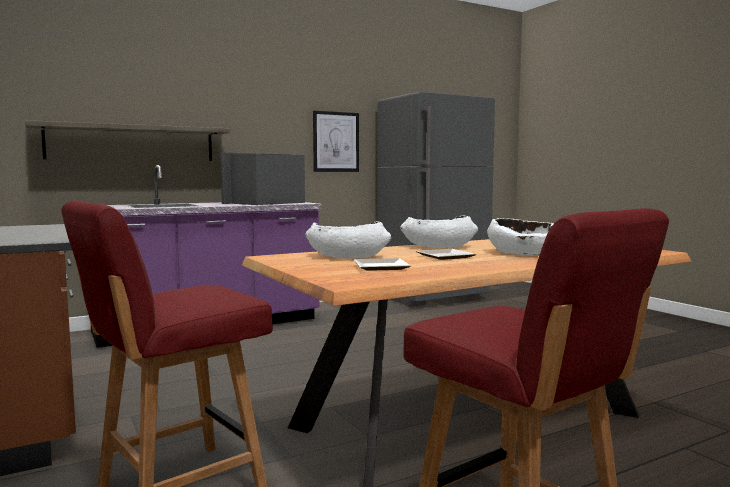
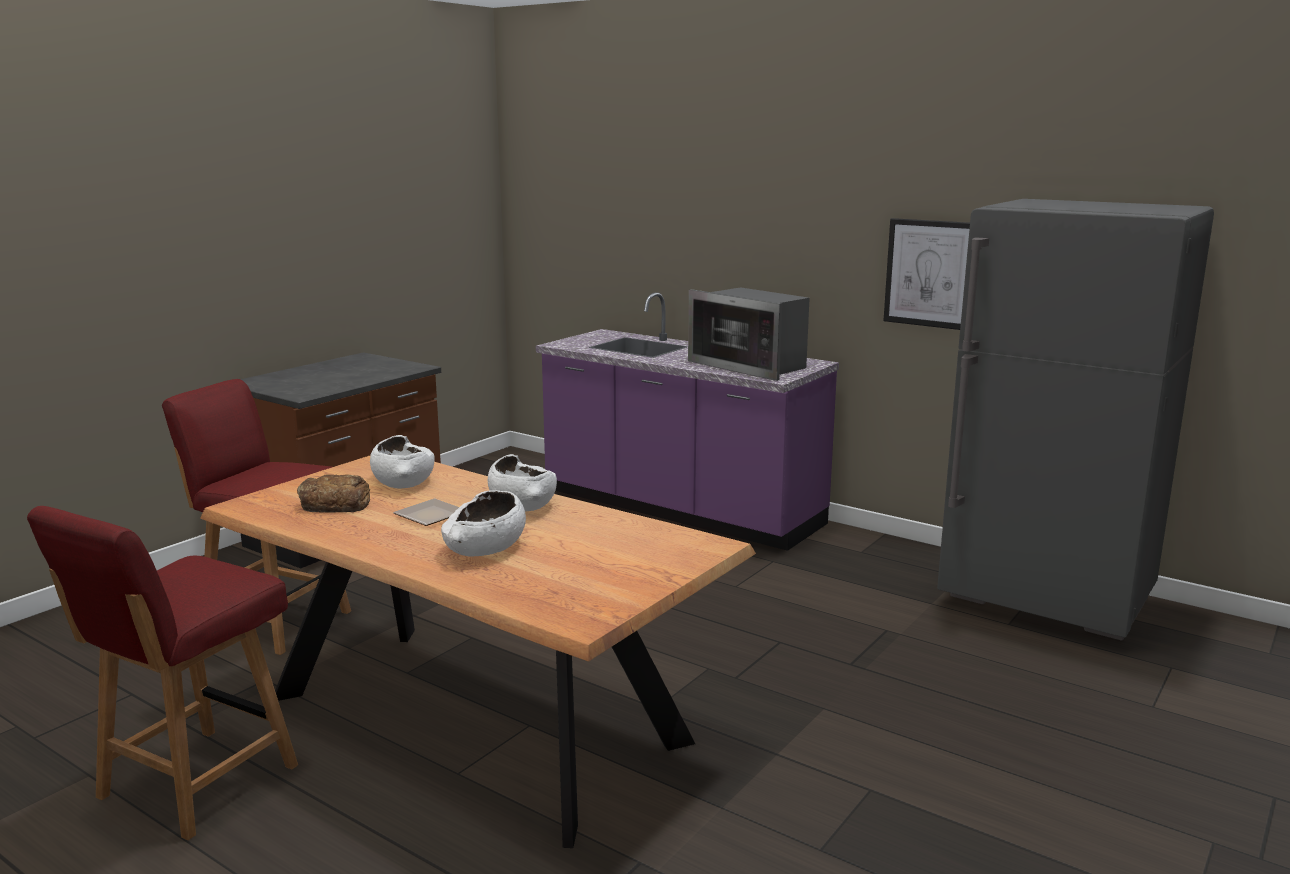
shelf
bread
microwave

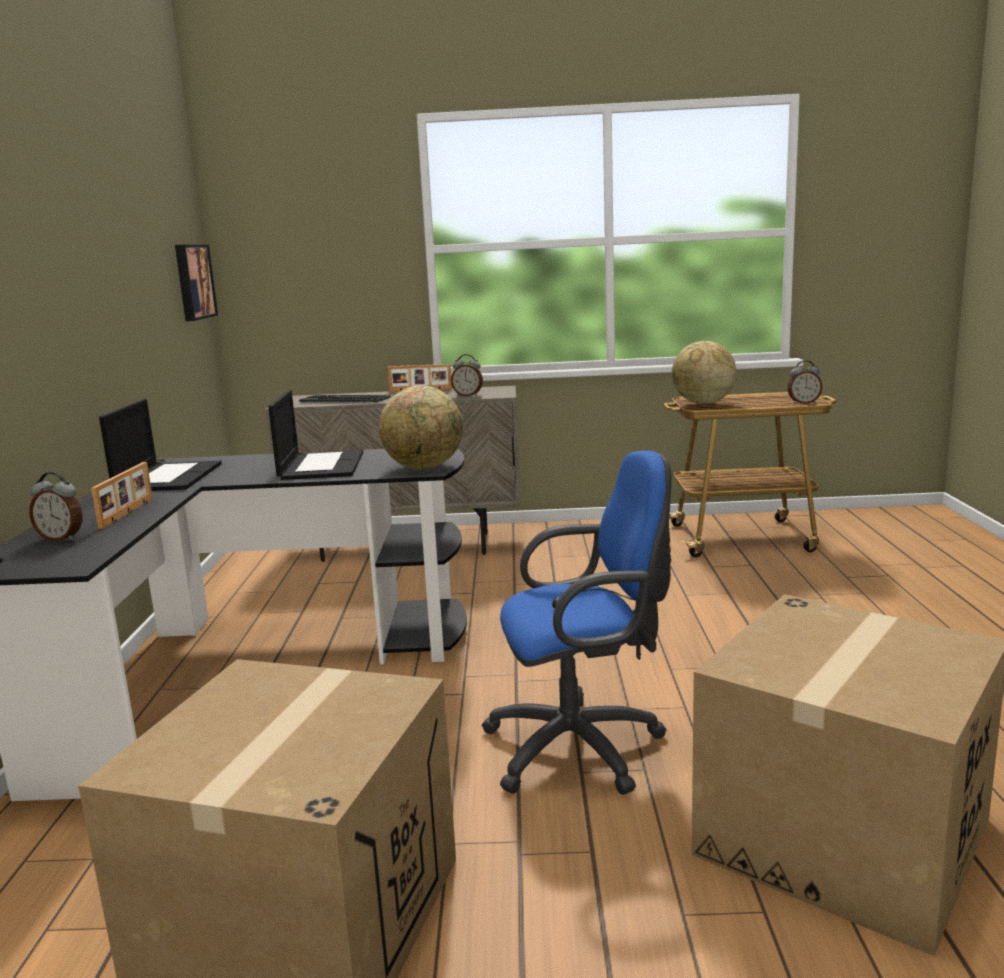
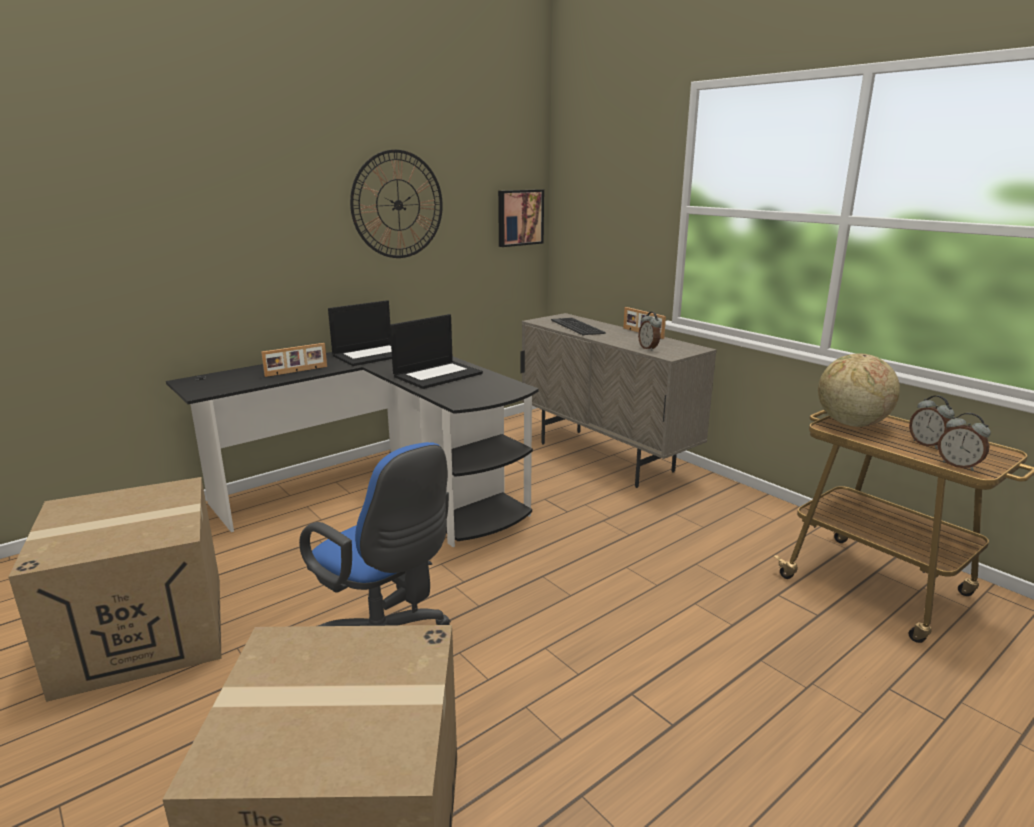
globe (1st from left in the first image)
wall clock
alarm clock (2nd from left)

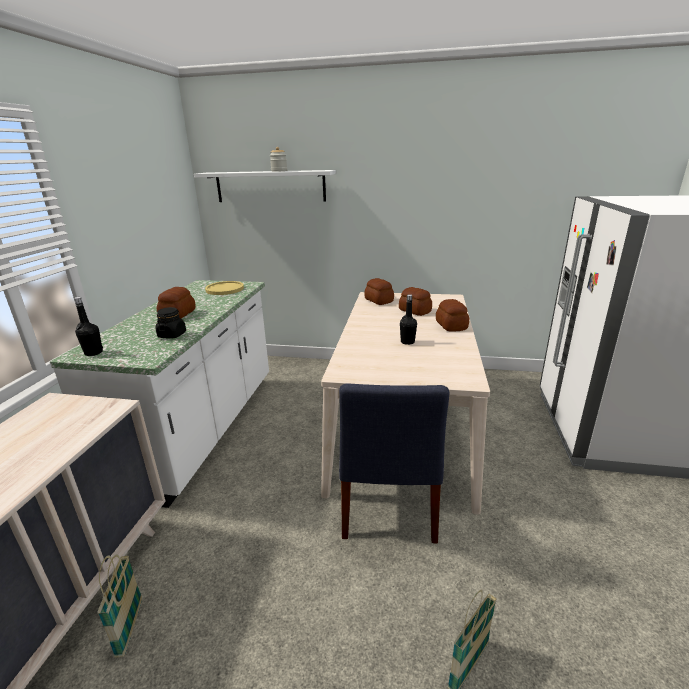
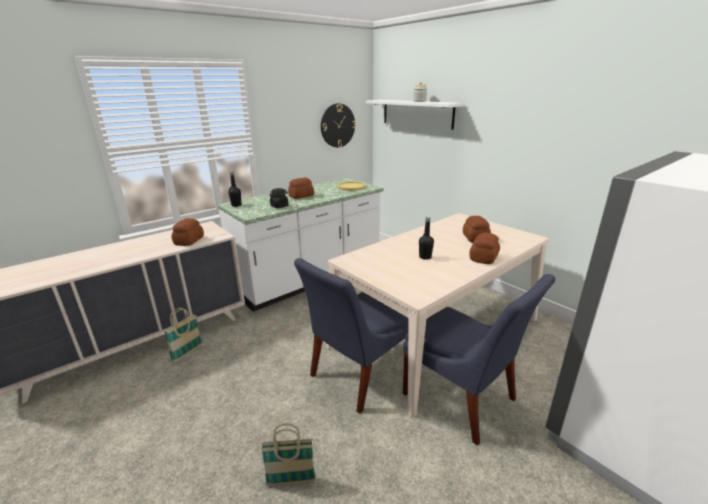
wall clock
blue chair (2nd from left)
bread (1st from left)

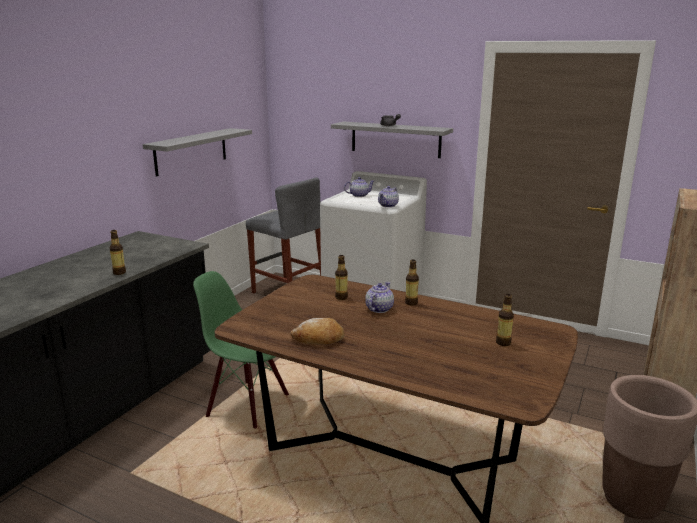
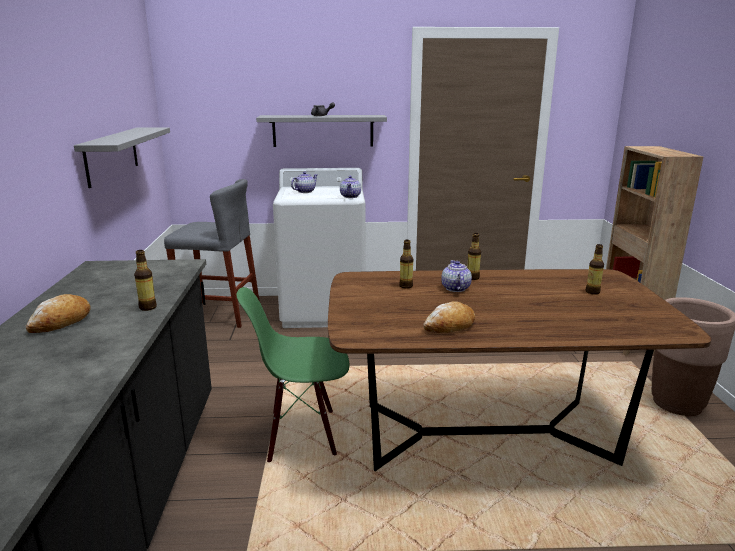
bread (1st from left)

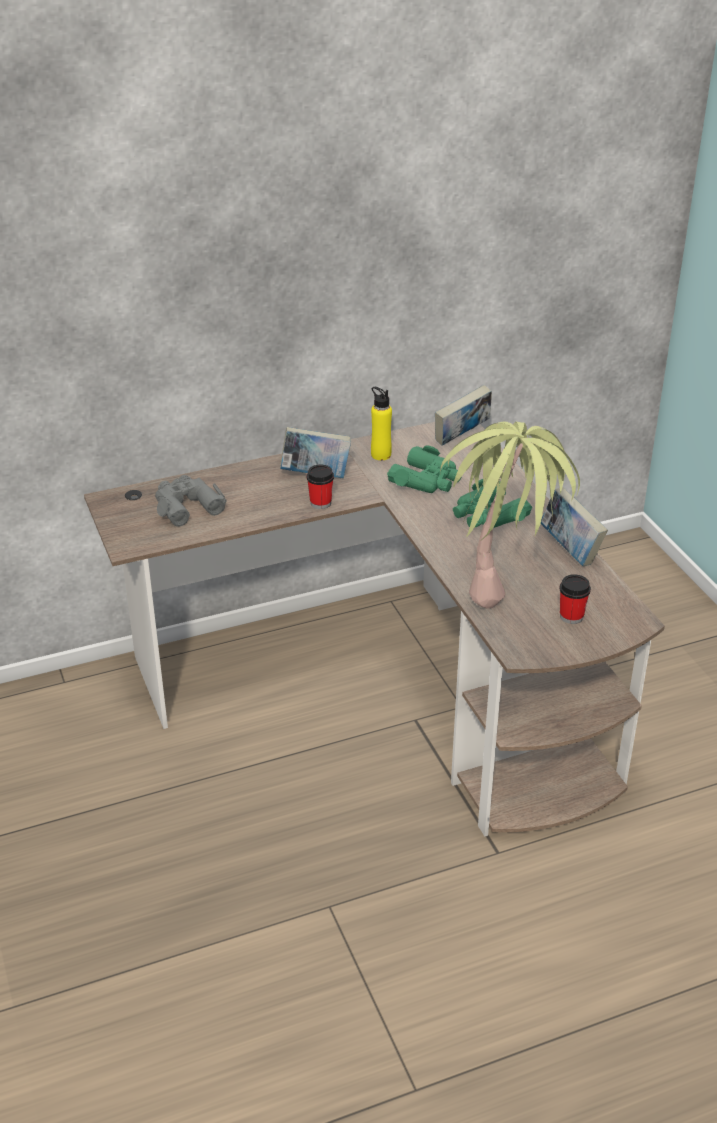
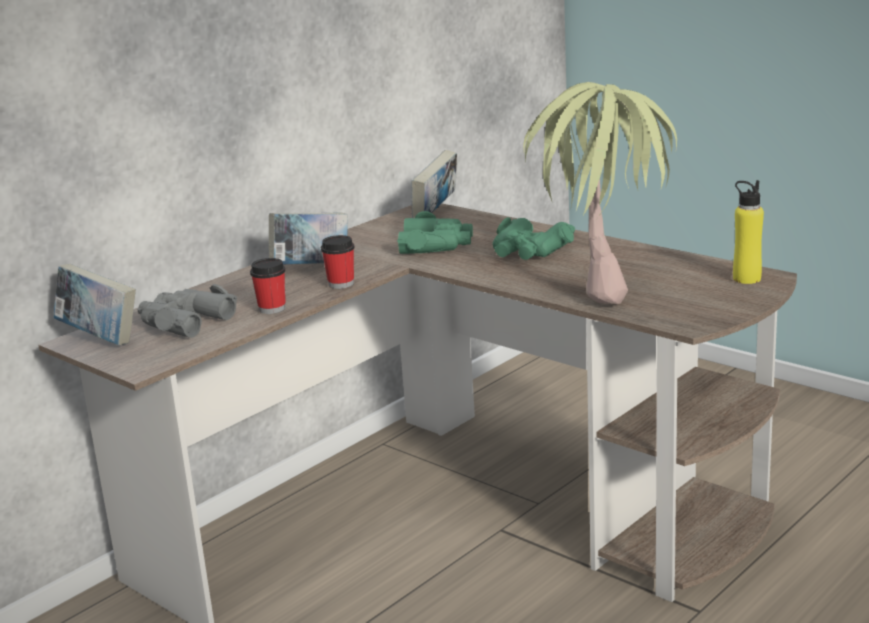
yellow bottle
book (1st from left)
cup (1st from left)

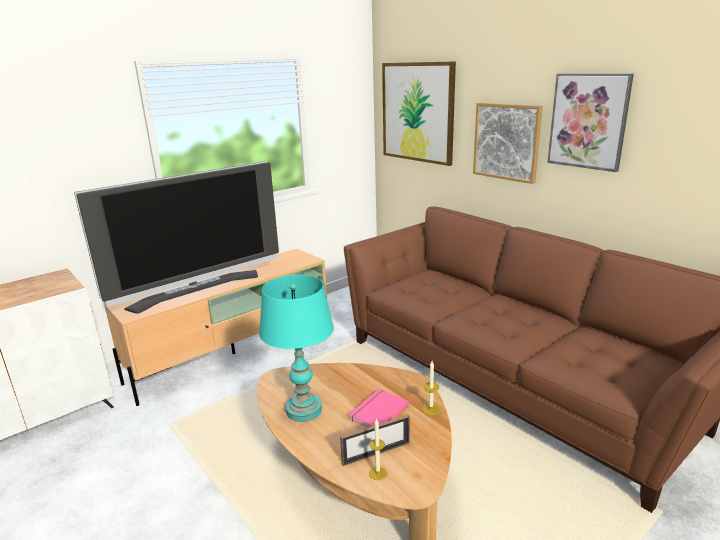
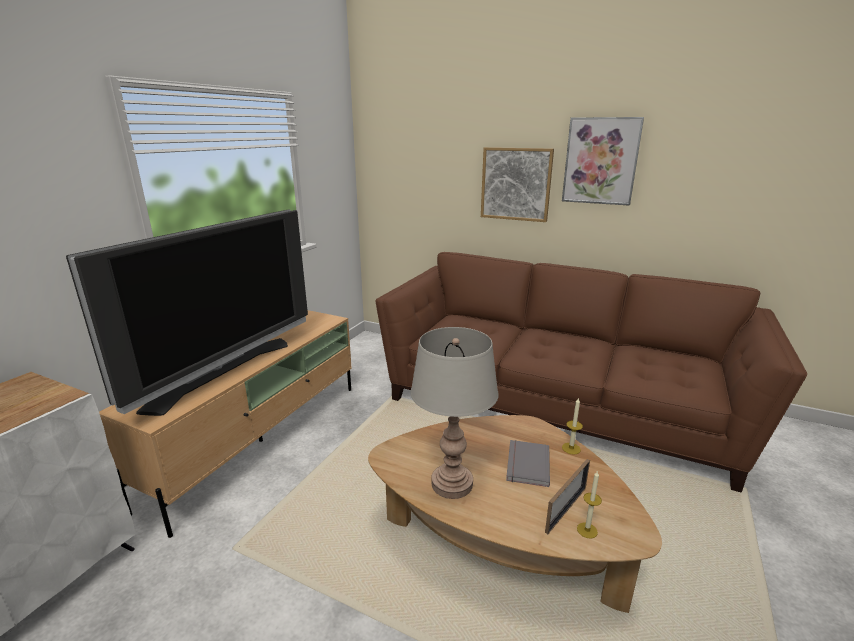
picture (1st from left in the first image)
grey table lamp
grey book

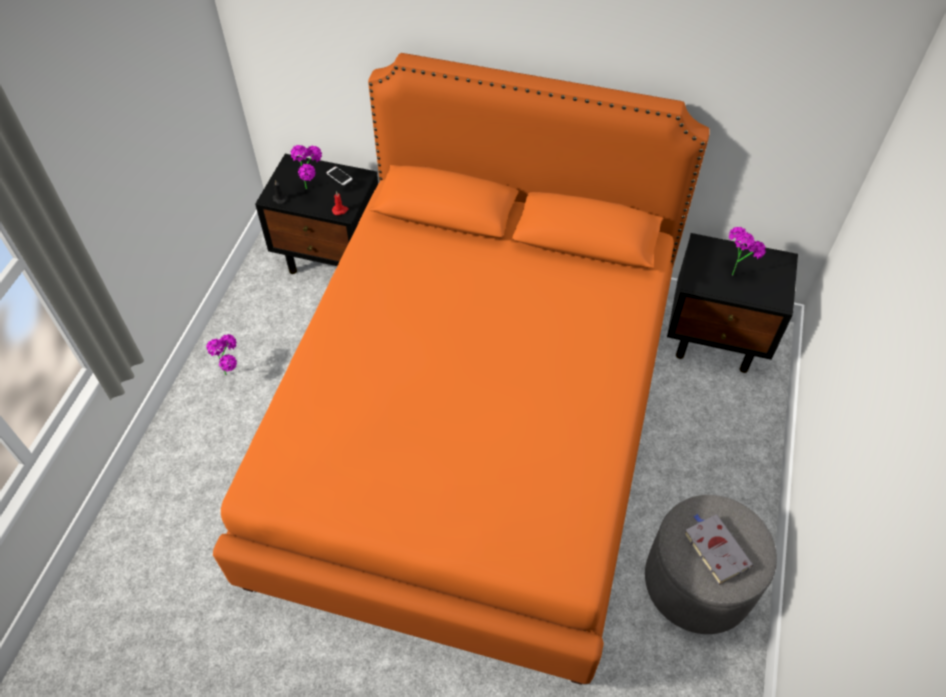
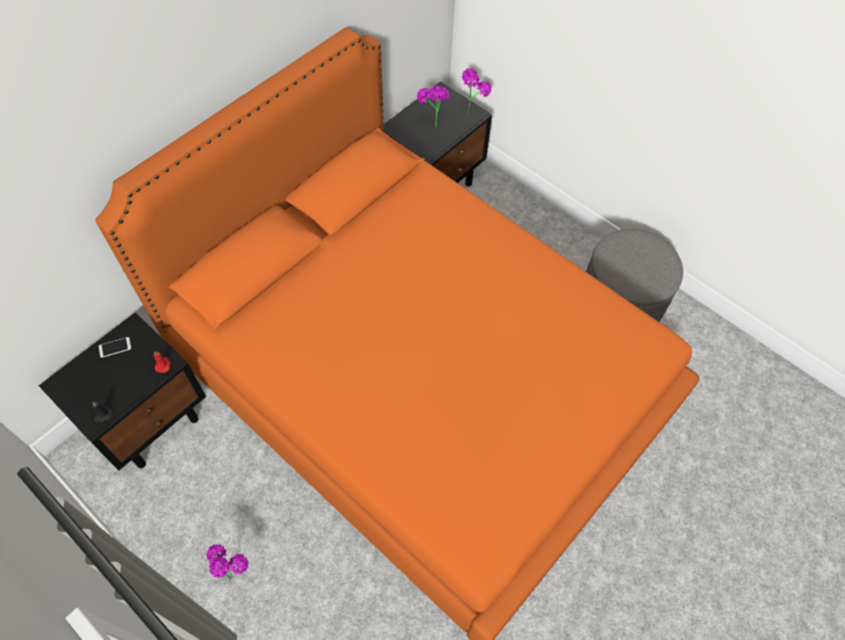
grey book
potted plant (3rd from left)

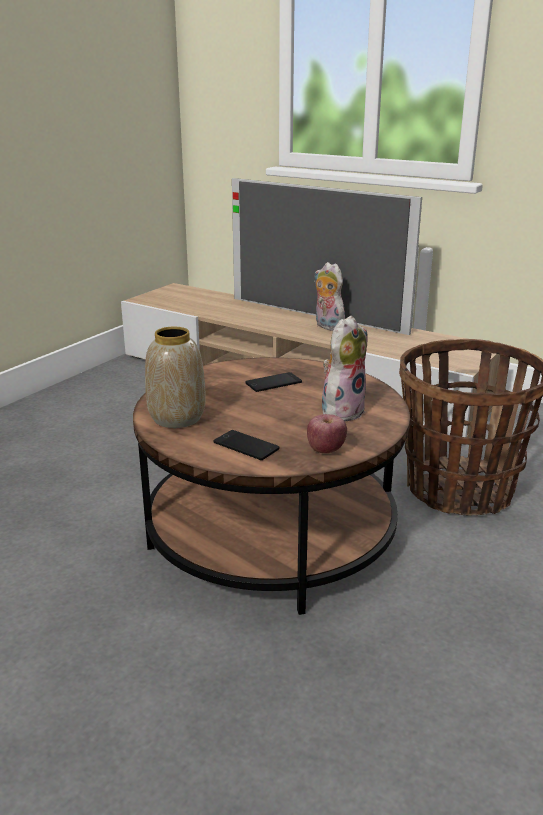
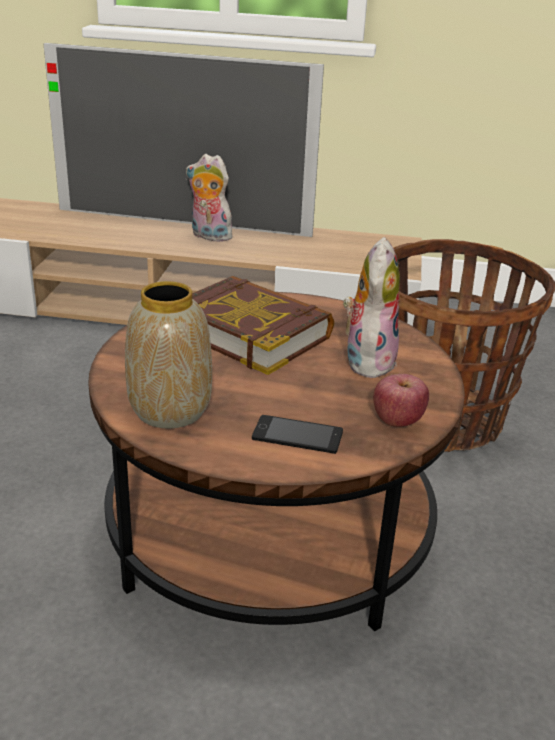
book

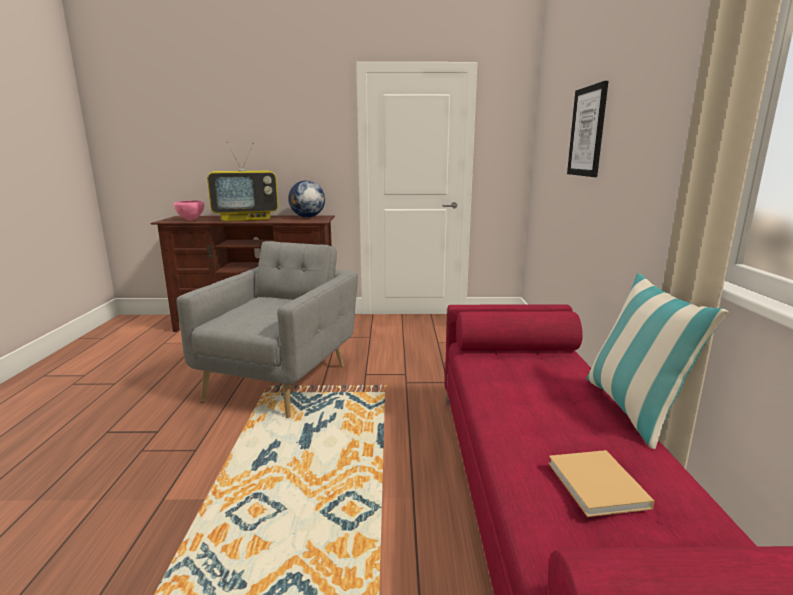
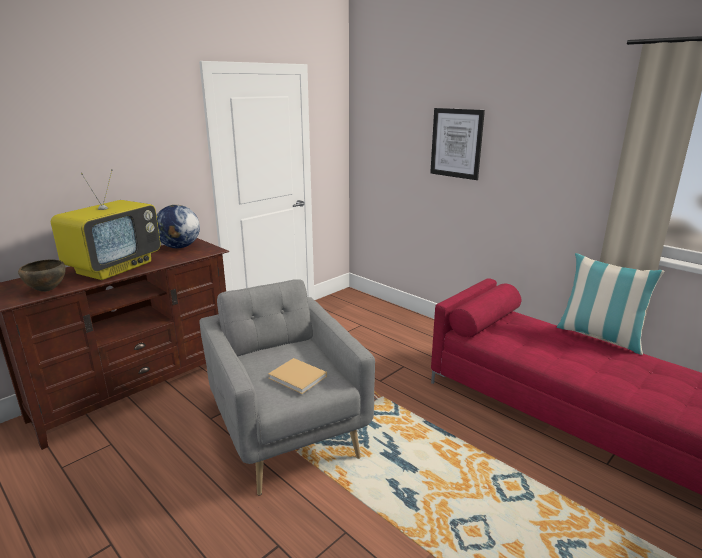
beige book
brown bowl

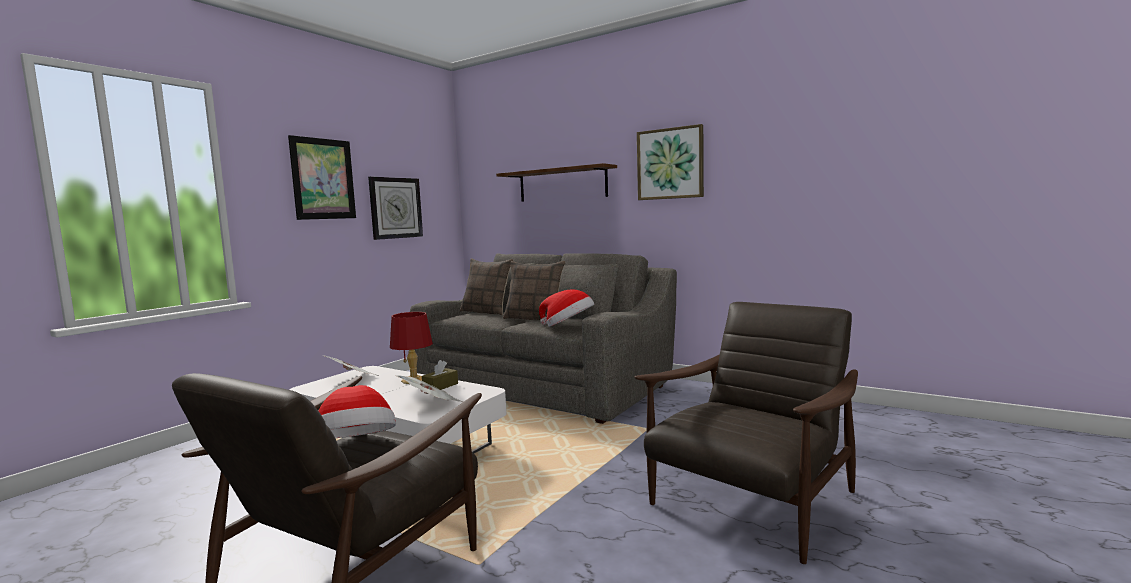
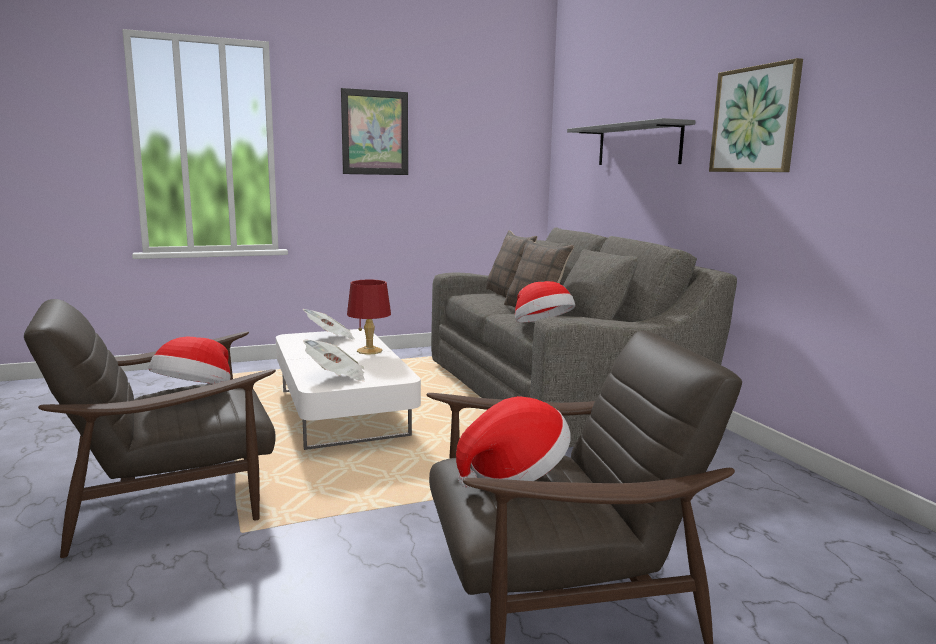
wall clock
brown tissue box
hat (2nd from left)
grey shelf

